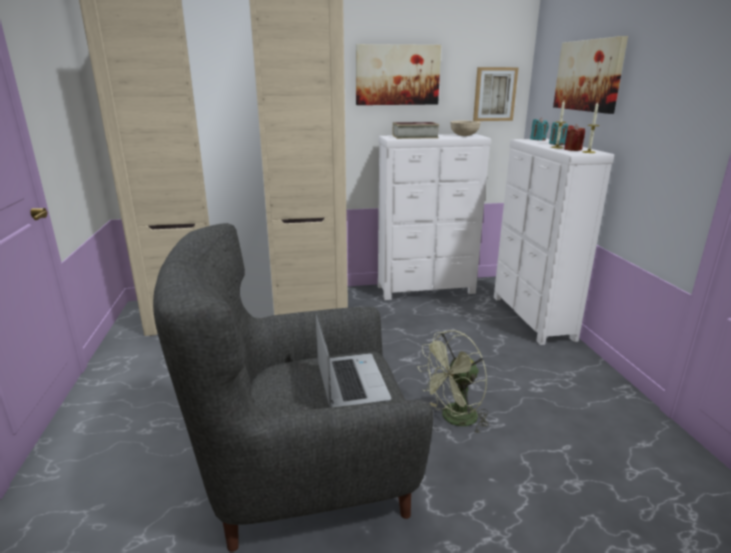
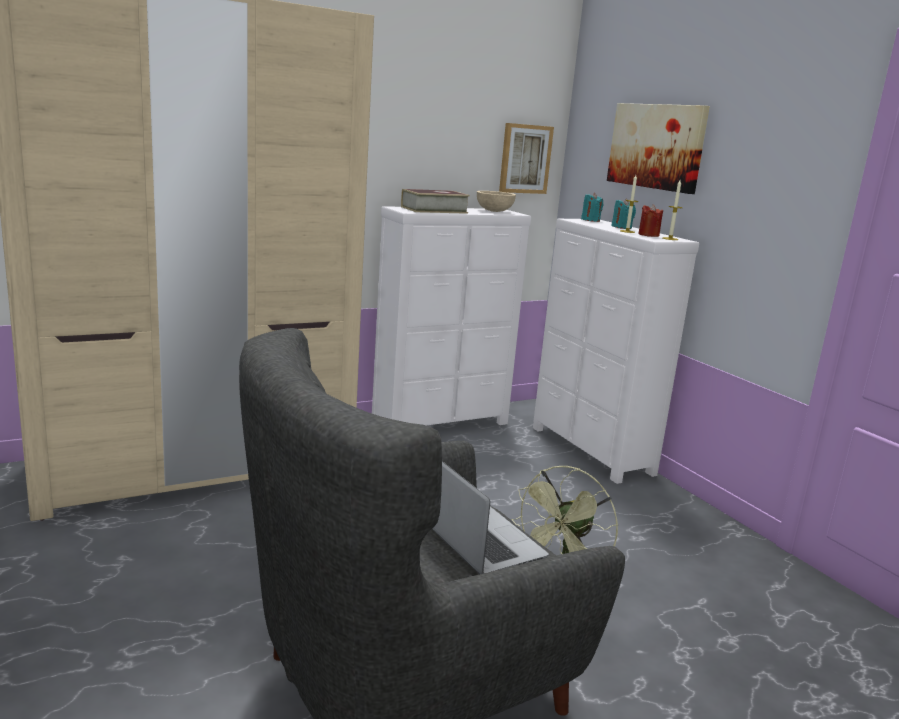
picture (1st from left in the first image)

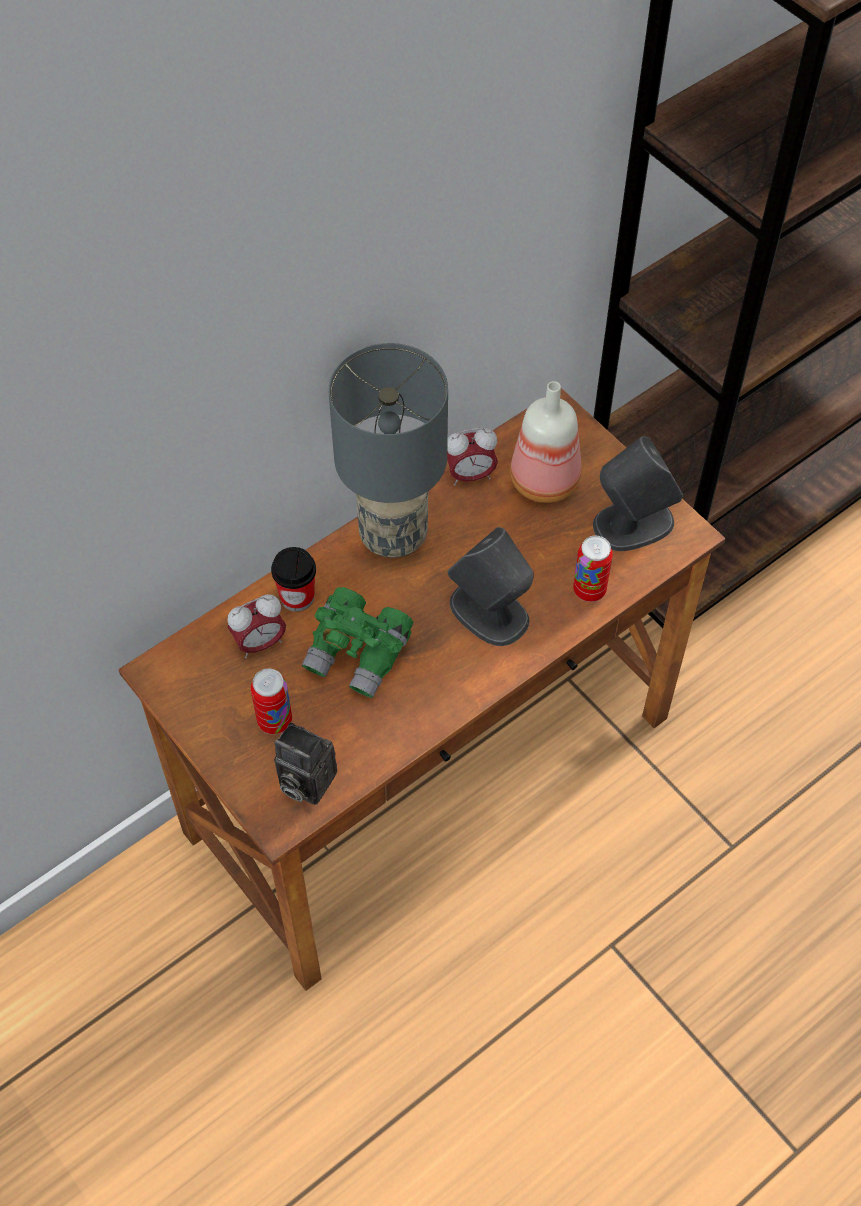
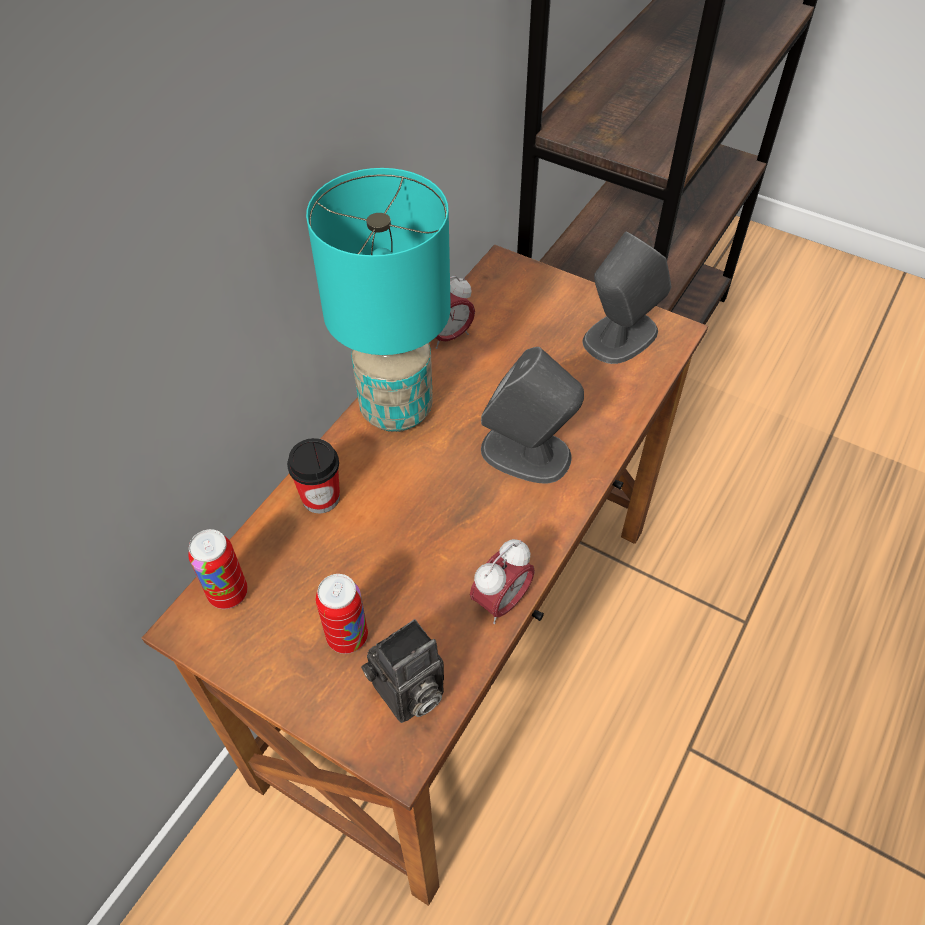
green binoculars
bottle
alarm clock (2nd from left)
can (1st from left)
turquoise table lamp
photo camera

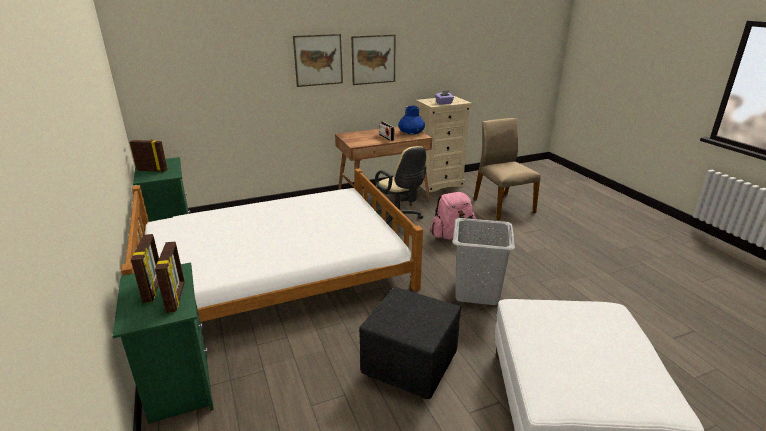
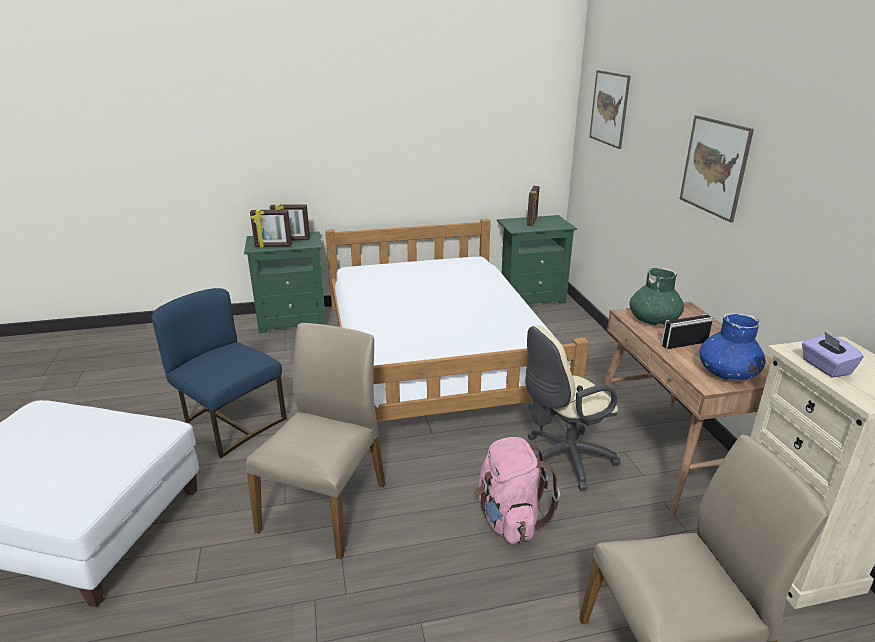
green vase
picture (1st from left)
blue chair
beige chair (1st from left)

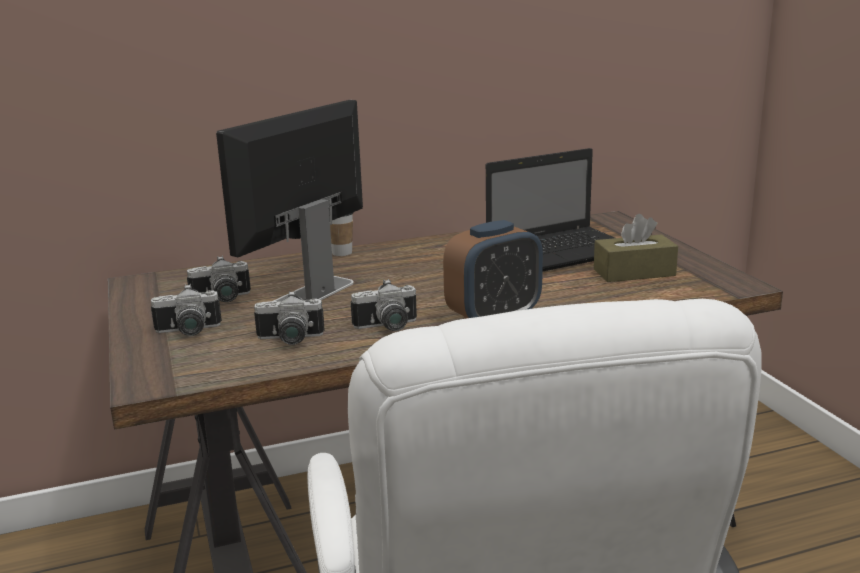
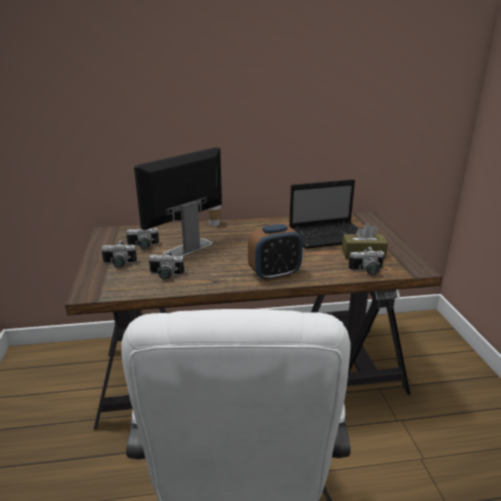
photo camera (4th from left)

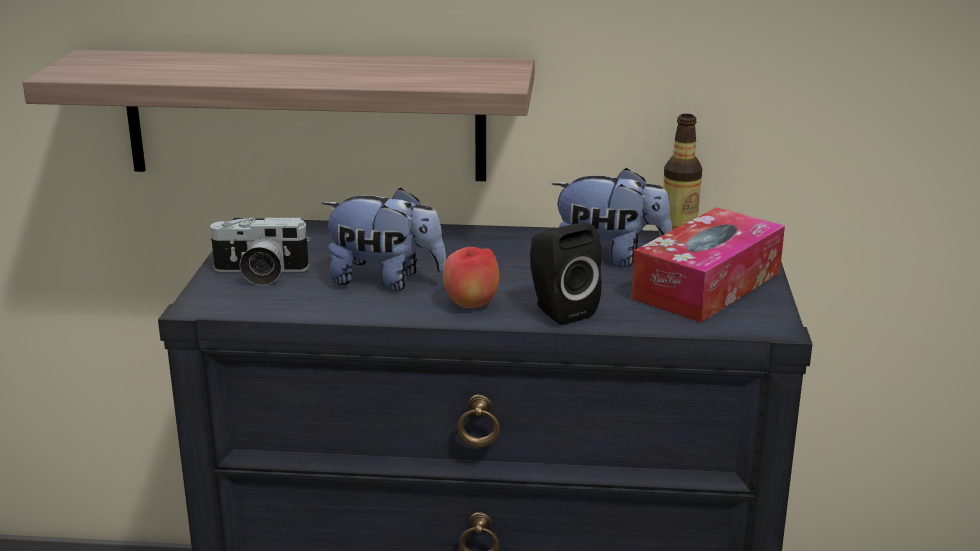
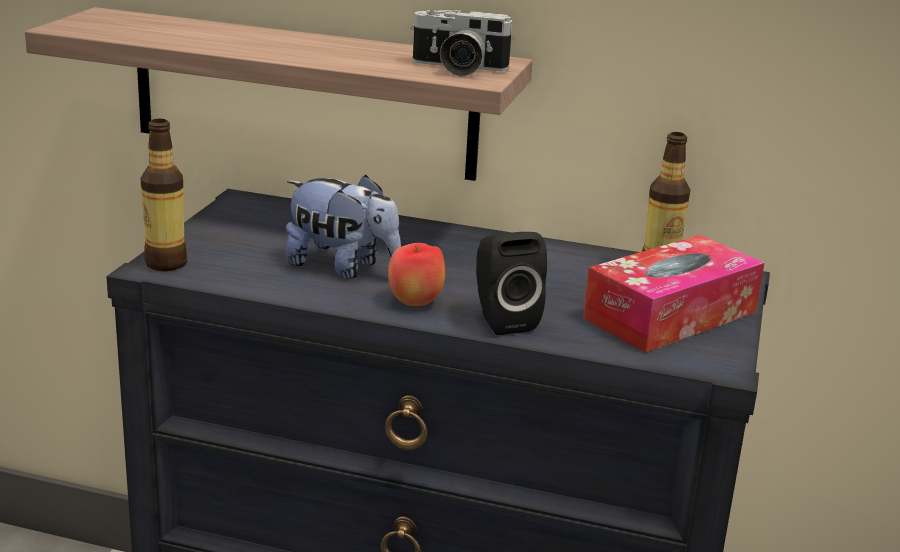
plush toy (2nd from left in the first image)
bottle (1st from left)
photo camera

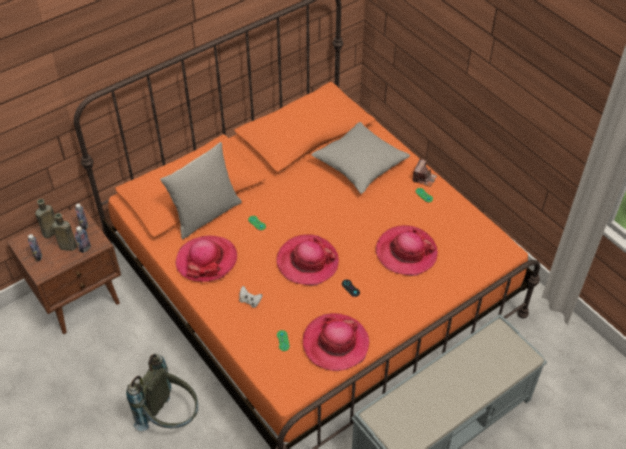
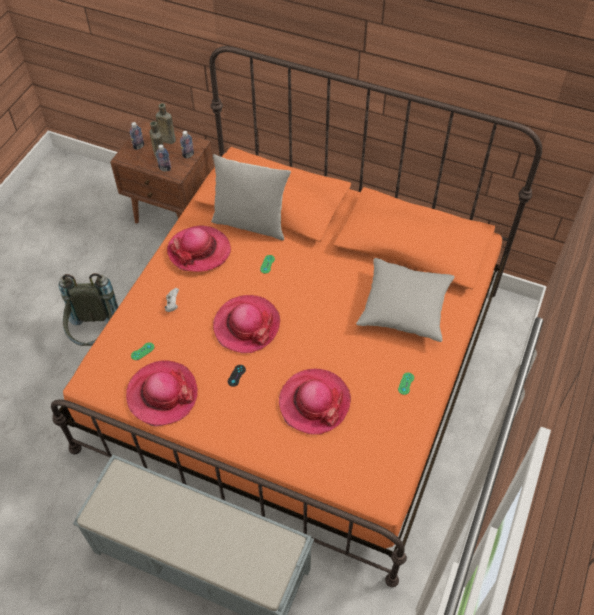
photo camera

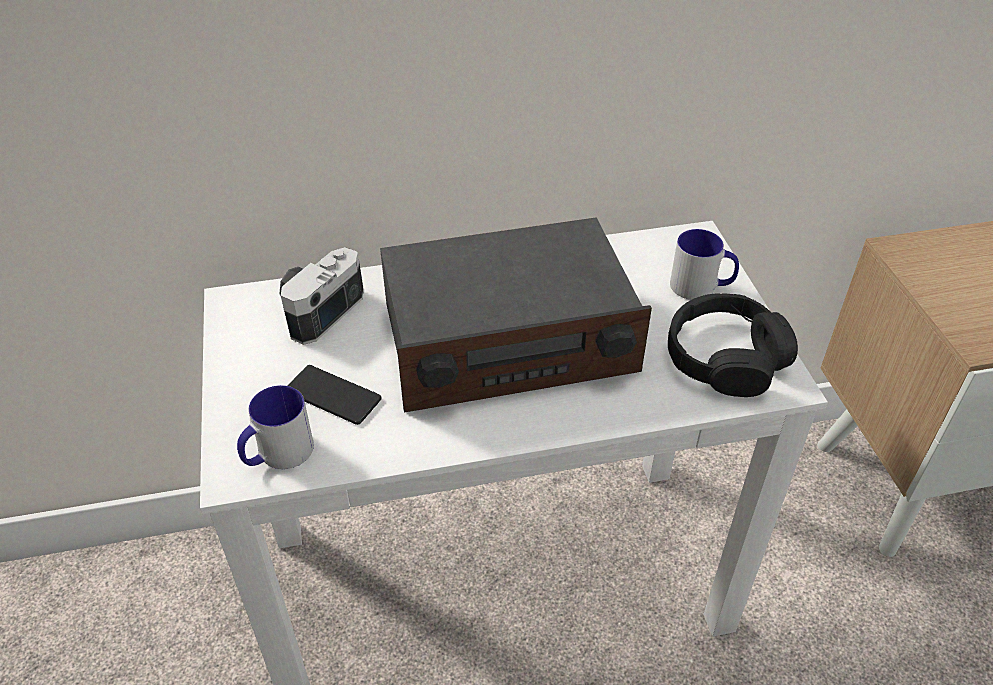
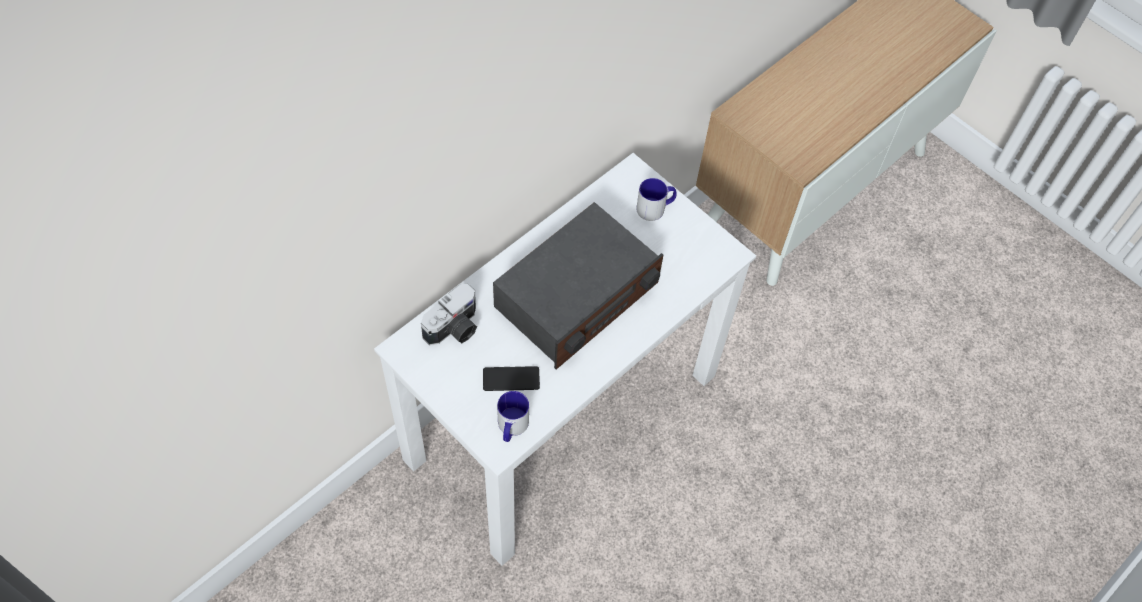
black headphones
photo camera

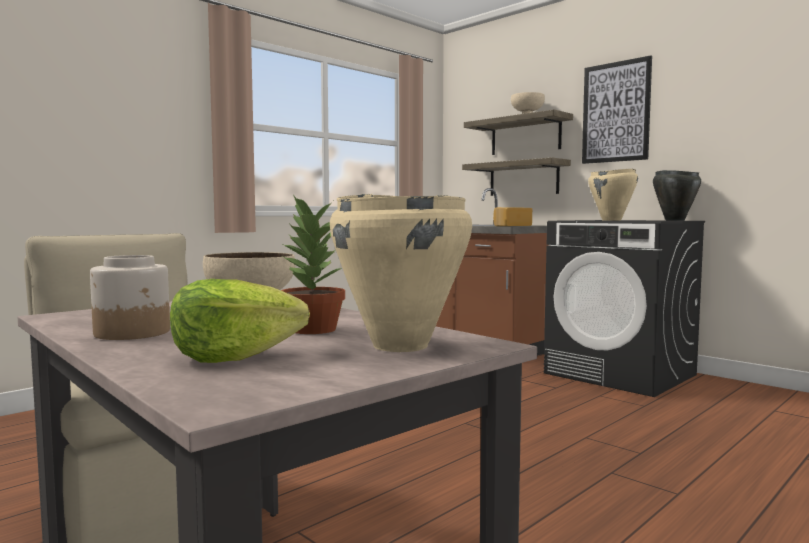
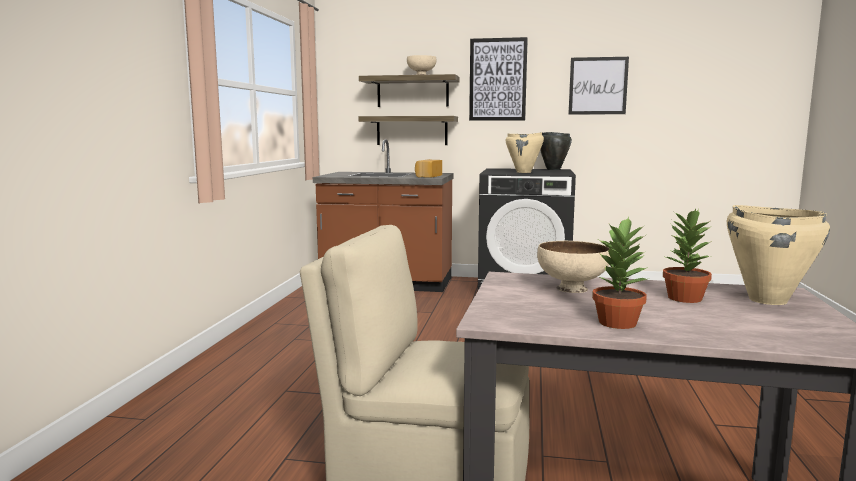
lettuce
picture (2nd from left)
potted plant (1st from left)

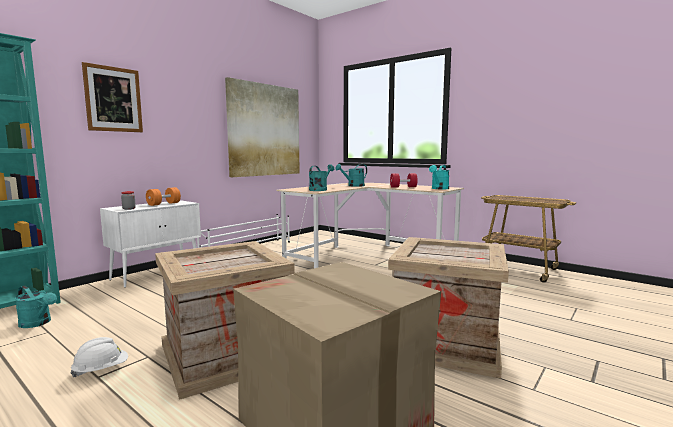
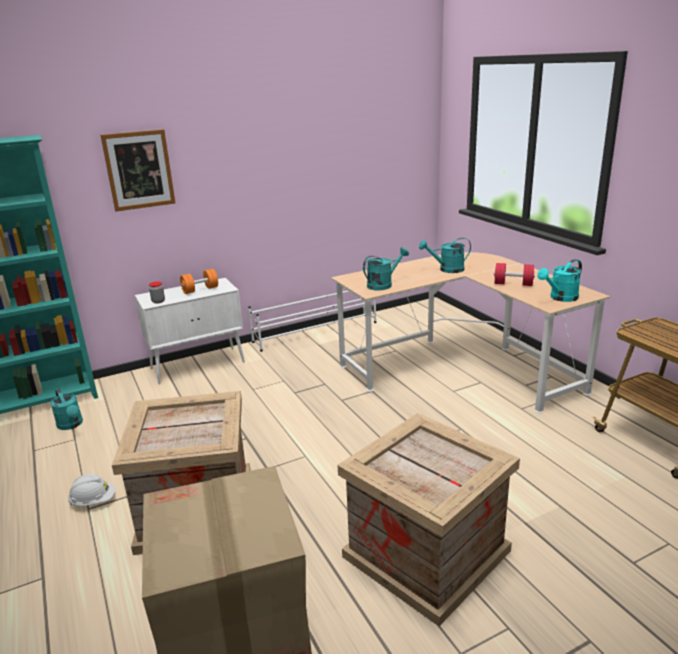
picture (2nd from left in the first image)

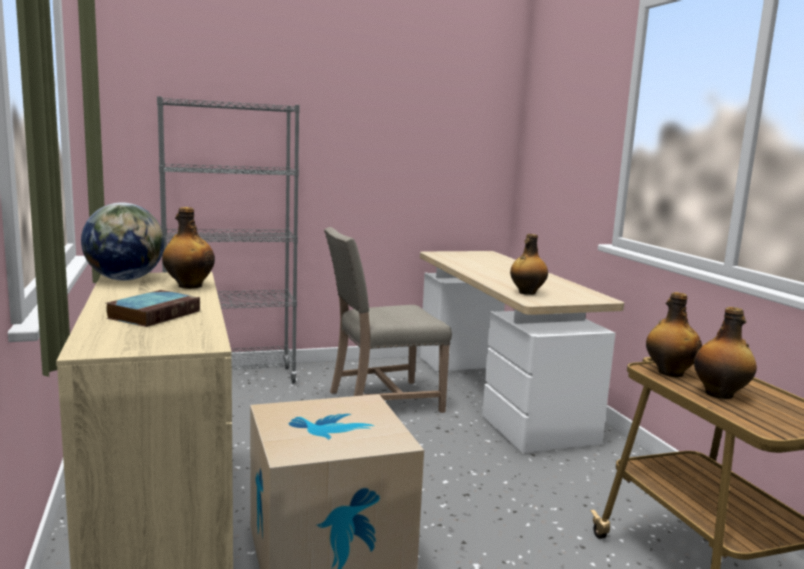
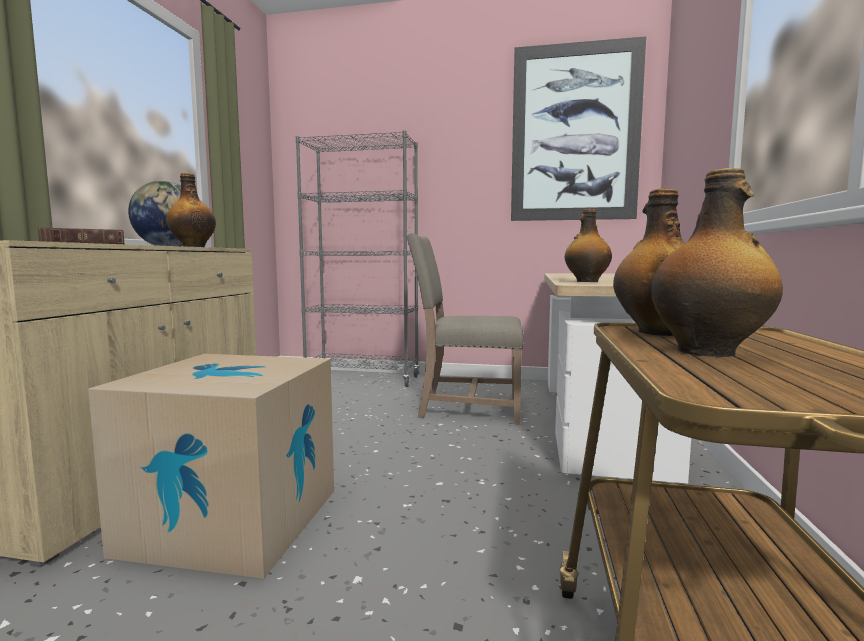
picture

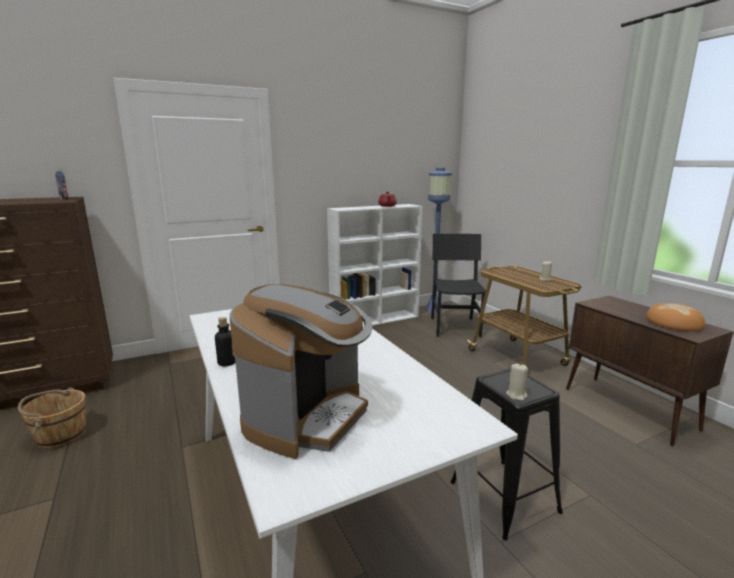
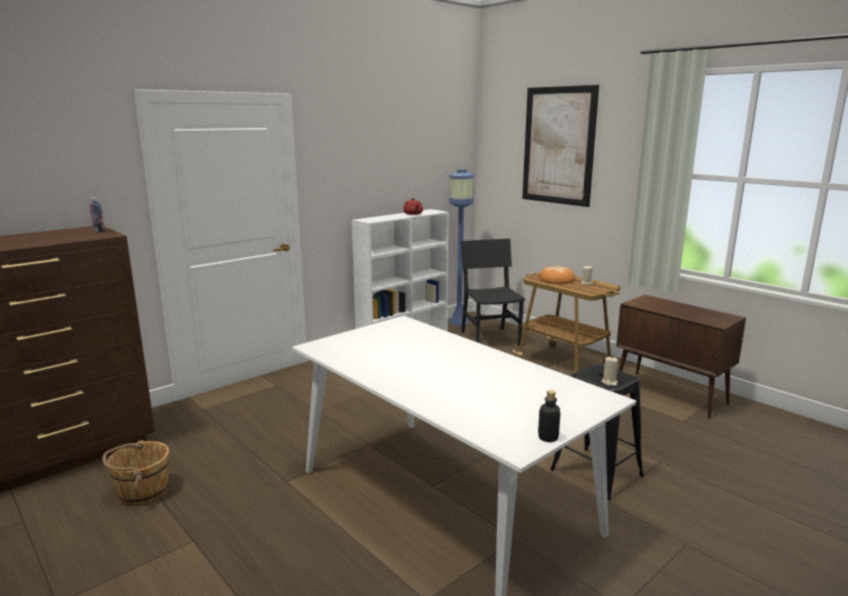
coffee machine
picture
bottle (2nd from left)
bread

